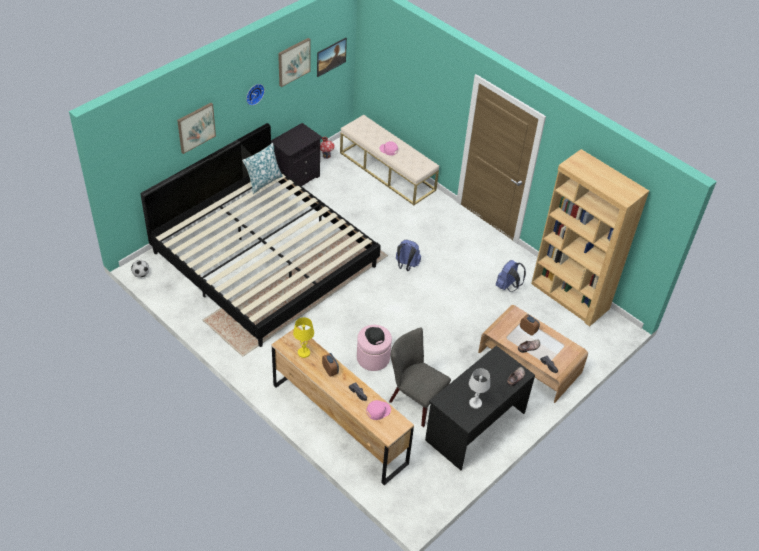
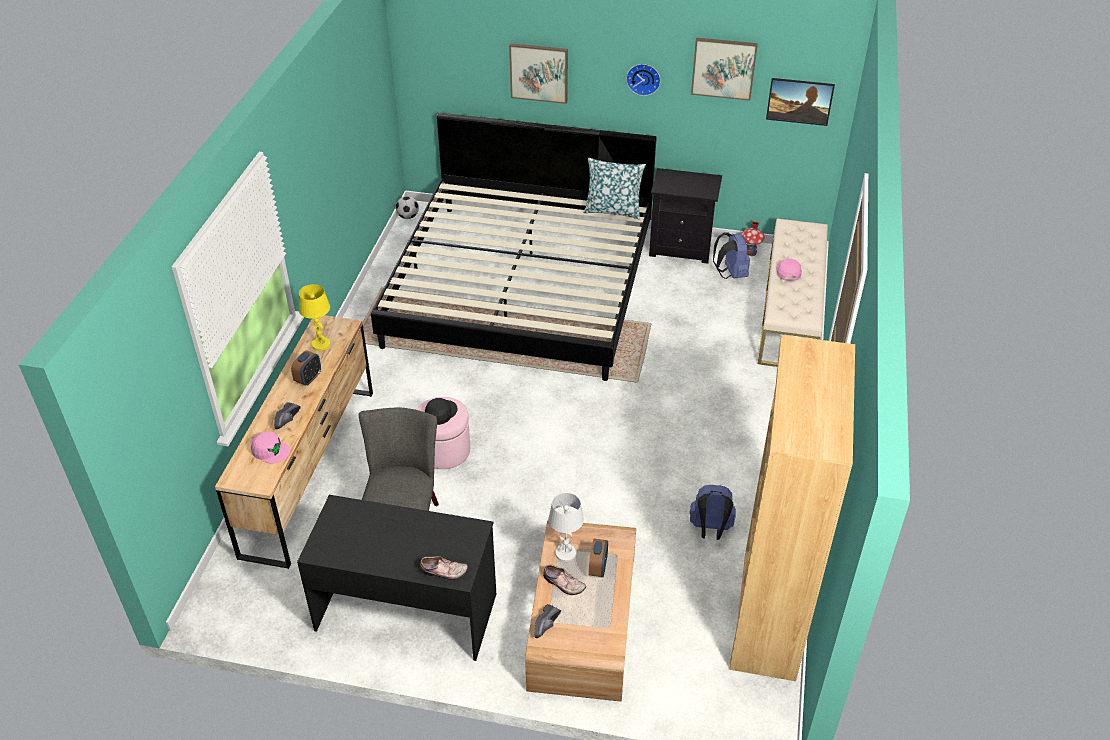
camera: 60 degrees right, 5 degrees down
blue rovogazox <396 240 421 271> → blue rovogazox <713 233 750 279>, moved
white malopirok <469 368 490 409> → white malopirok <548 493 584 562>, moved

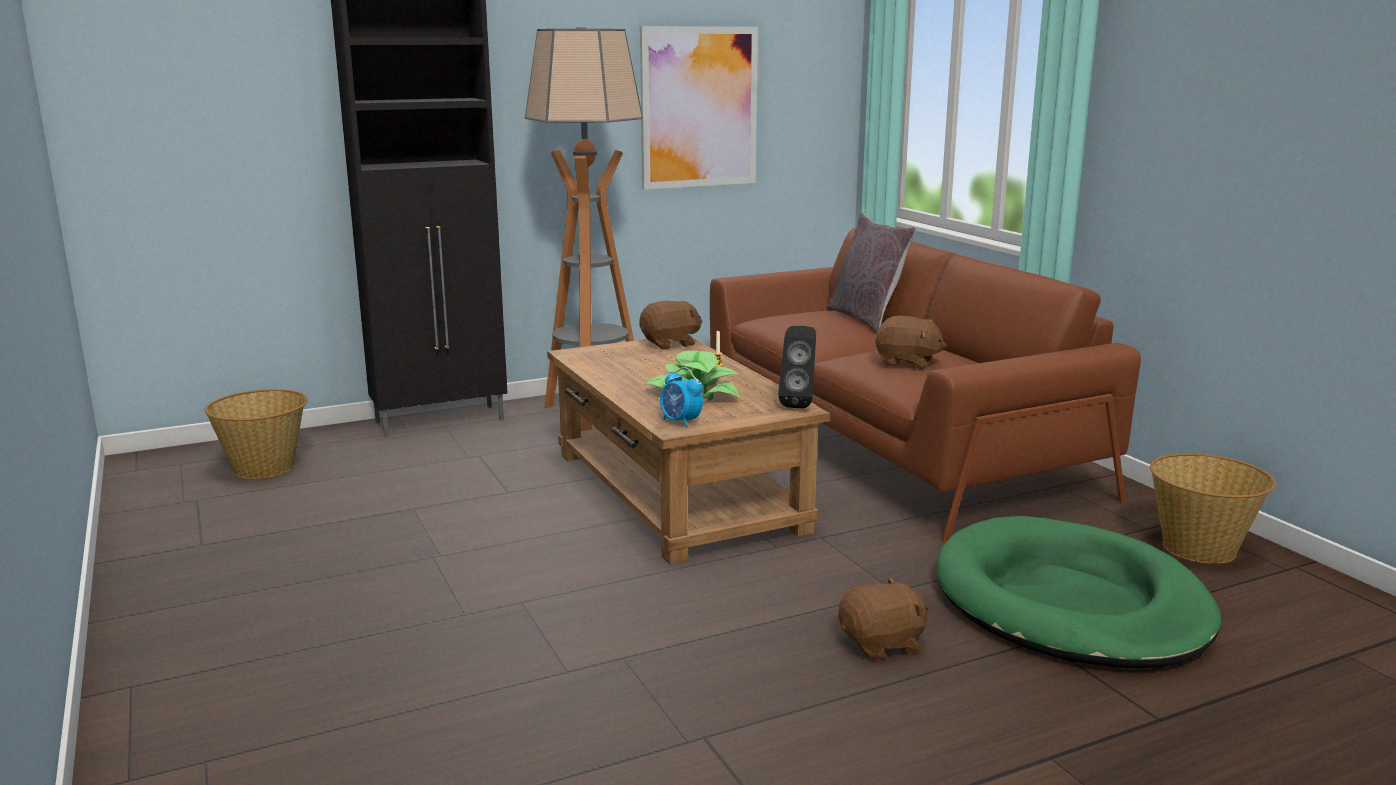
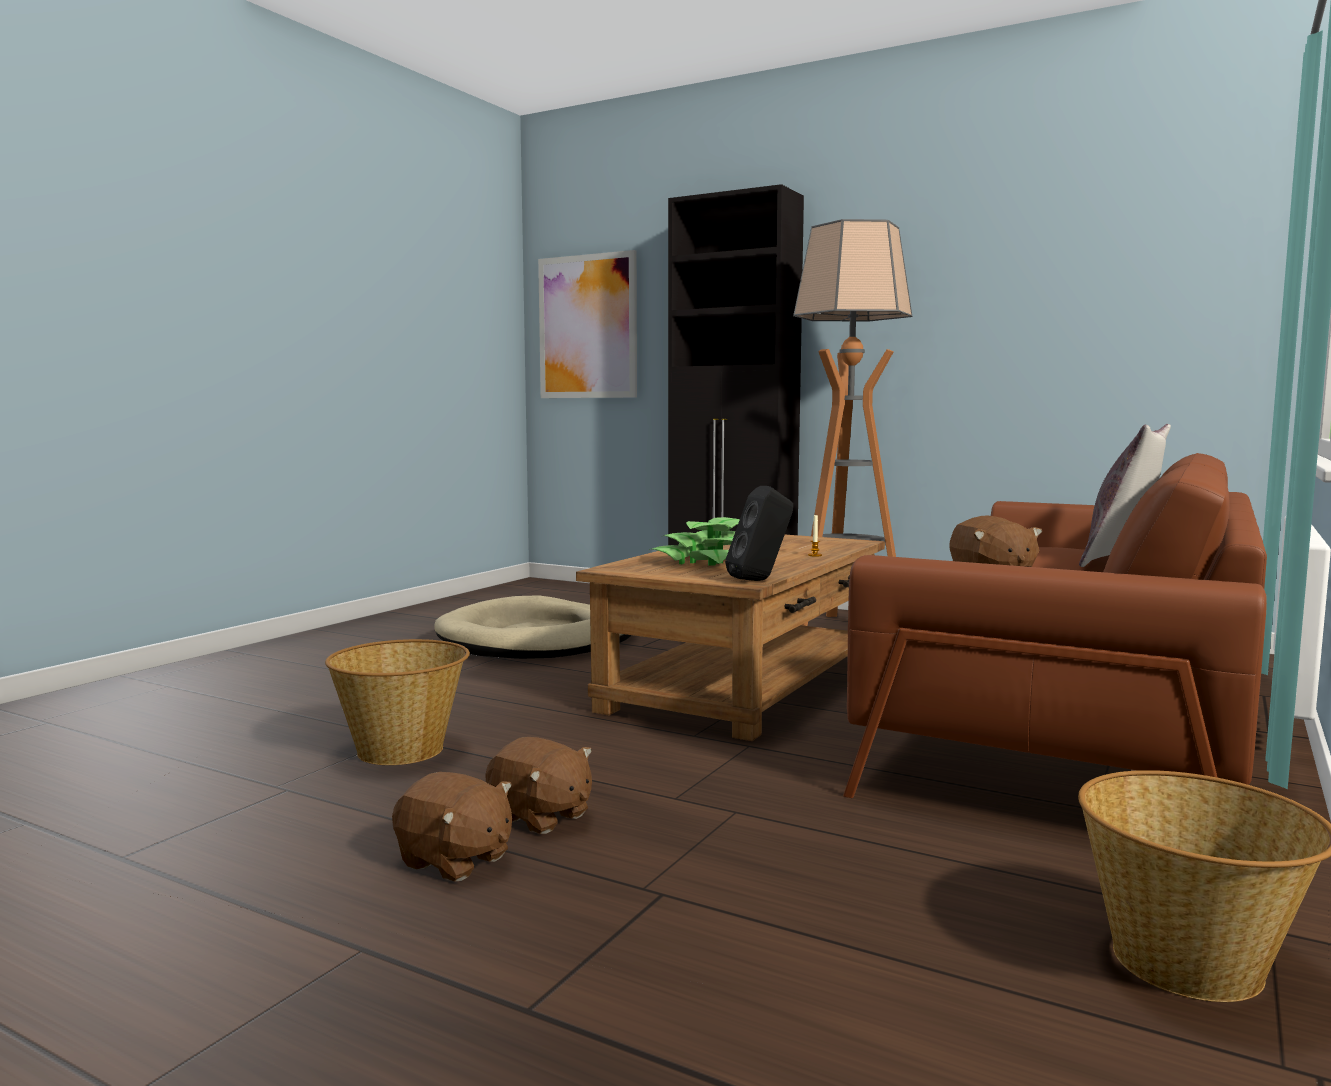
camera: 55 degrees right, 10 degrees down
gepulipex <205 389 308 479> → gepulipex <325 639 470 765>, moved
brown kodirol <639 301 702 349> → brown kodirol <392 772 512 881>, moved
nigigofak <640 26 758 190> → nigigofak <538 250 637 398>, moved
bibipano <660 367 703 428> → -
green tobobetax <936 516 1221 669> → -
- → beige tobobetax <434 595 632 659>

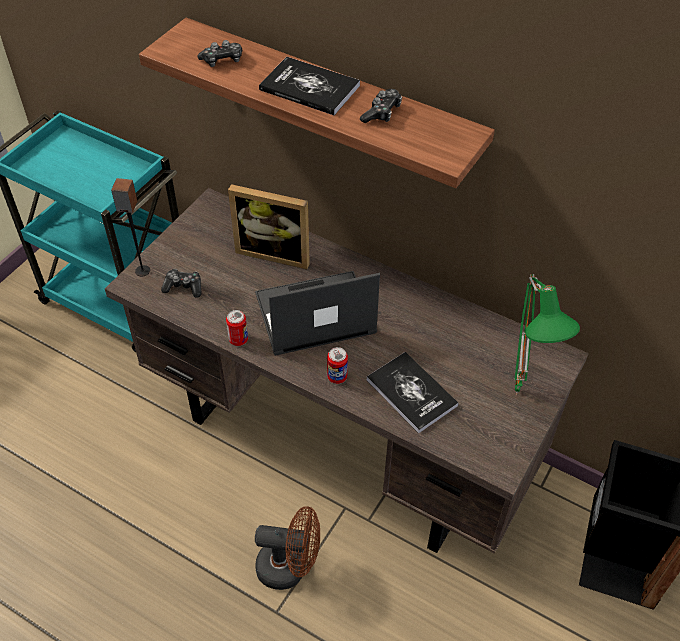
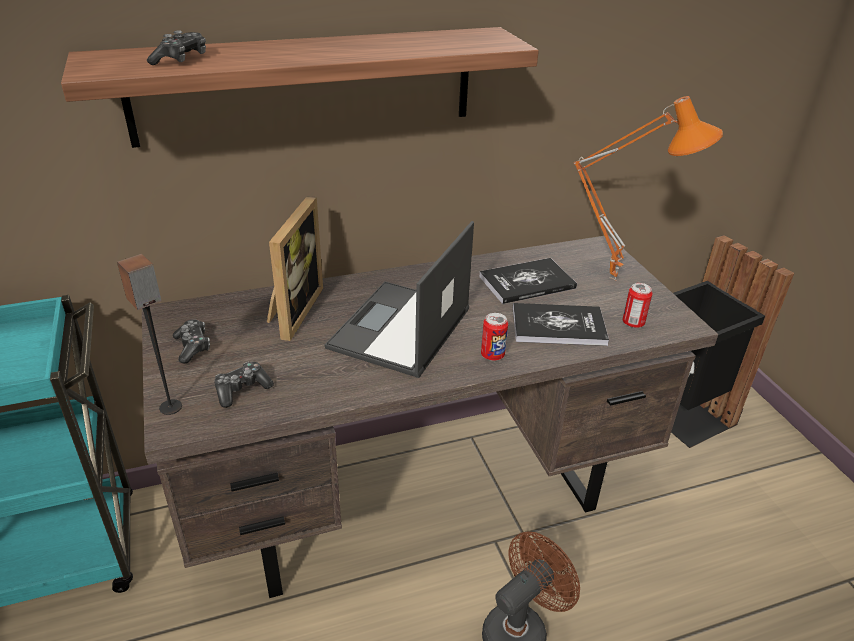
camera: 50 degrees left, 15 degrees down
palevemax <226 310 248 346> → palevemax <623 283 653 328>, moved
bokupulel <228 184 310 269> → bokupulel <267 196 323 341>, 45 degrees counterclockwise
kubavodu <259 57 360 115> → kubavodu <479 258 577 304>, moved
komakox <360 89 402 123> → komakox <173 319 210 364>, moved
green malopirok <514 274 580 395> → orange malopirok <574 96 723 281>

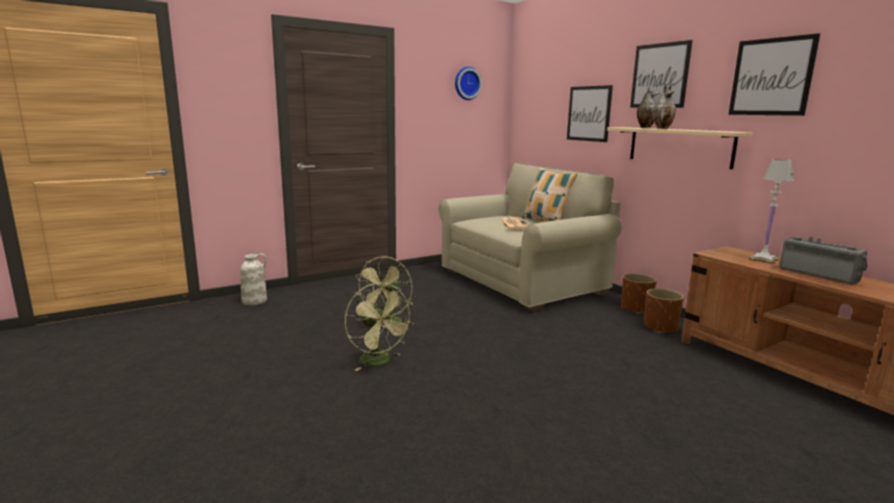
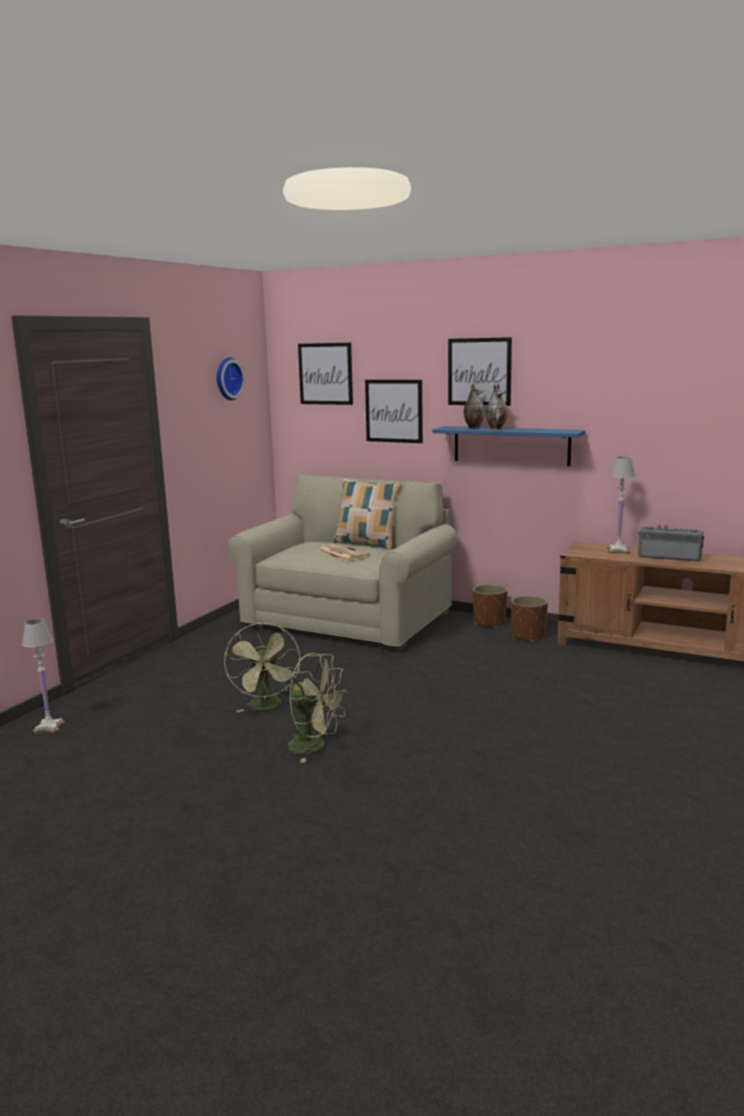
camera: 30 degrees left, 0 degrees up
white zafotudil <240 253 267 305> → white malopirok <22 618 65 734>
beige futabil <607 127 753 169> → blue futabil <432 426 586 466>
nigigofak <728 33 820 116> → nigigofak <298 343 353 405>, moved

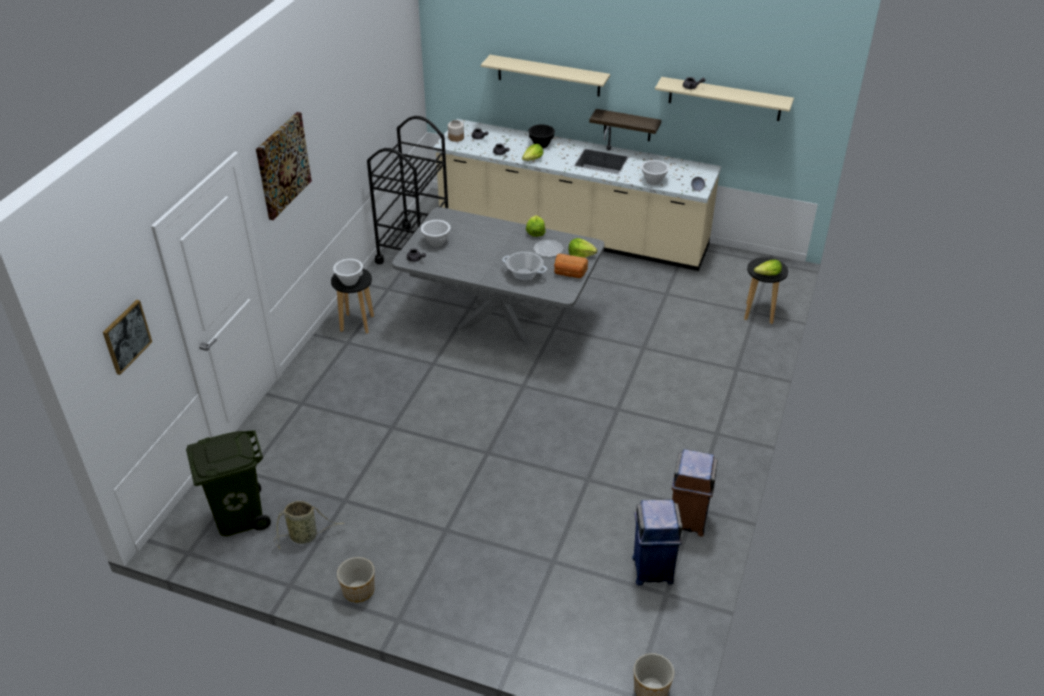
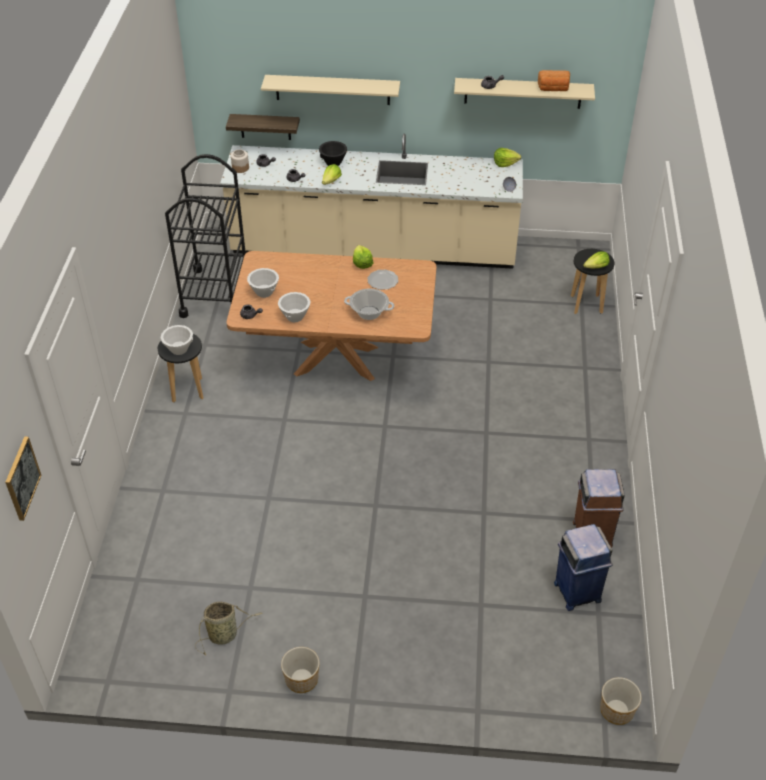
camera: 15 degrees left, 5 degrees up
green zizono <186 430 271 536> → -
nigigofak <256 112 312 220> → -
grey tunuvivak <392 207 605 345> → brown tunuvivak <227 251 436 381>
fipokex <554 254 588 278> → fipokex <538 70 570 91>, moved
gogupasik <568 238 597 258> → gogupasik <494 148 521 167>, moved
futabil <589 109 661 141> → futabil <226 114 300 140>, moved
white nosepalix <641 160 669 185> → white nosepalix <278 292 310 322>, moved

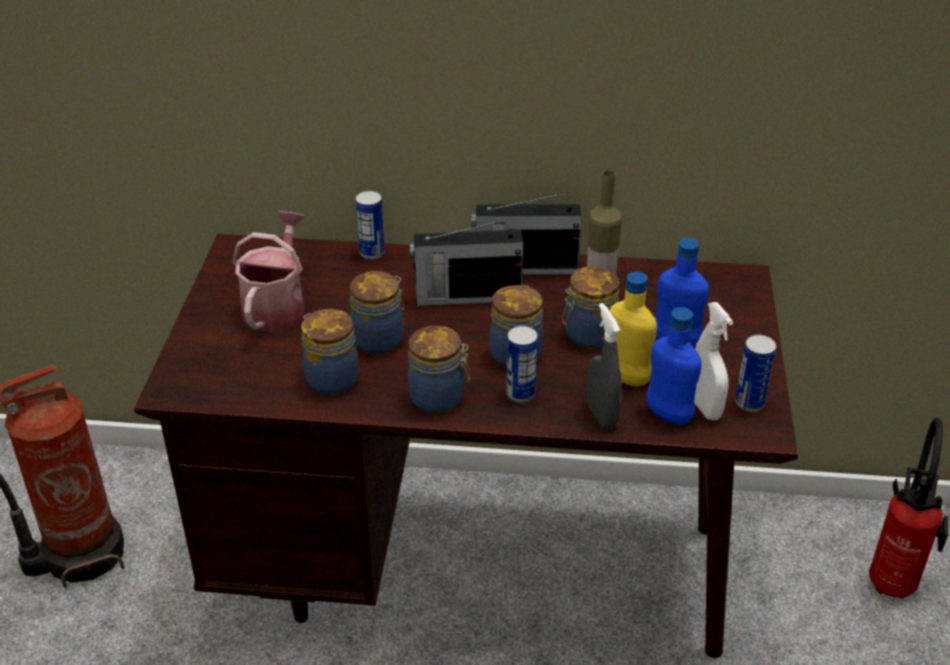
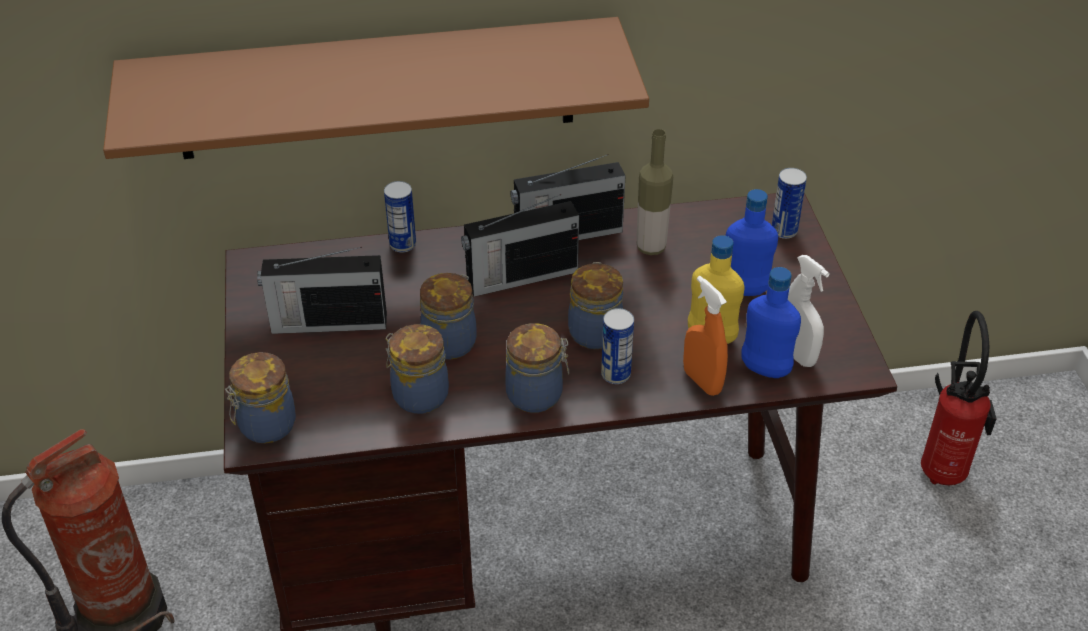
camera: 15 degrees left, 5 degrees up
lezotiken <232 211 305 332> → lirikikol <257 247 387 334>
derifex <562 266 620 349> → derifex <225 352 296 443>, moved
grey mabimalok <587 303 622 429> → orange mabimalok <683 276 728 396>
palevemax <735 335 776 412> → palevemax <772 168 807 239>, moved
- → brown futabil <103 17 649 159>

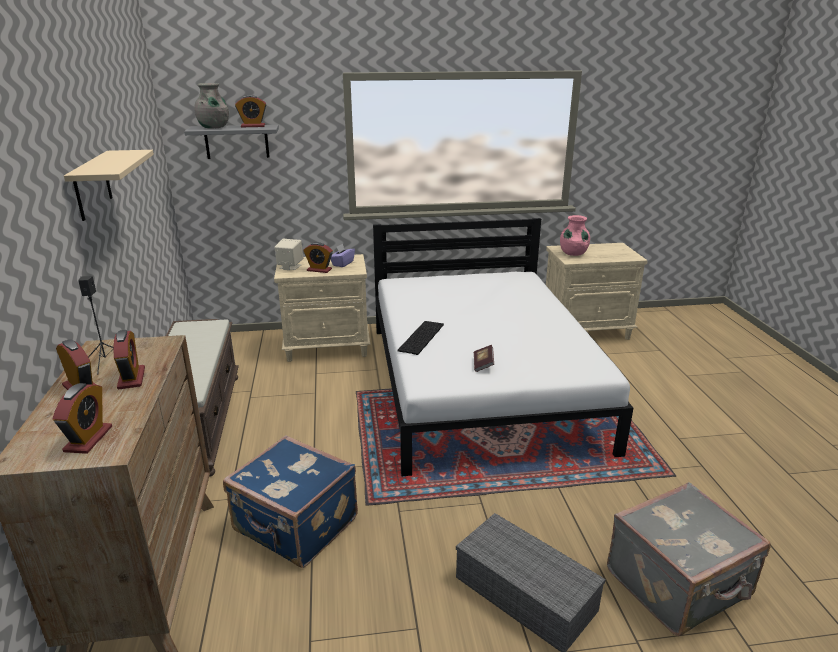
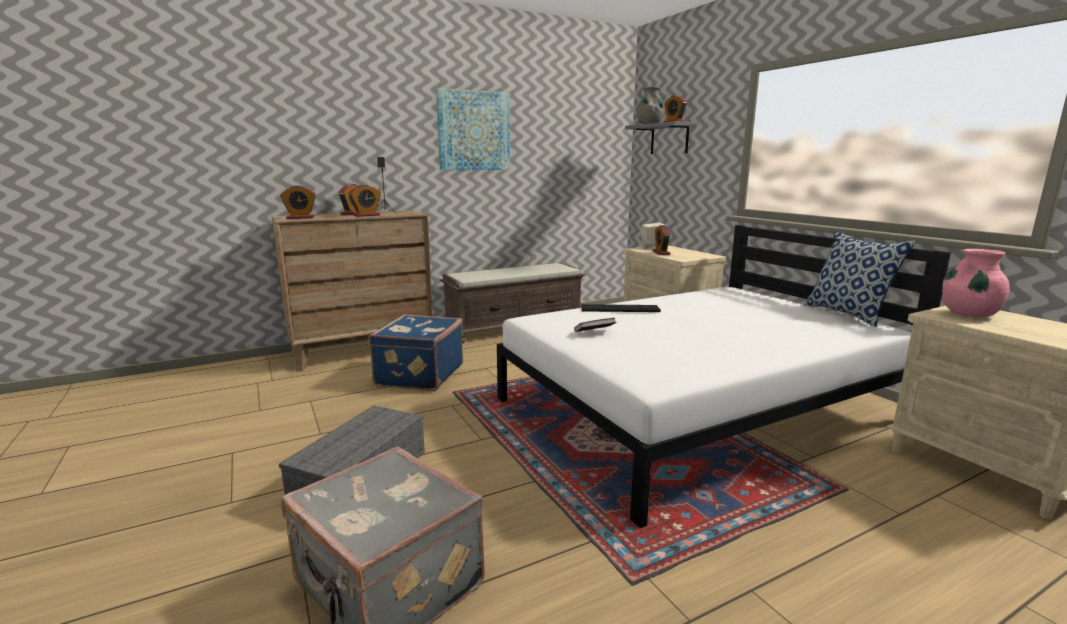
camera: 70 degrees right, 10 degrees down
beige futabil <64 150 154 221> → nigigofak <436 88 510 170>
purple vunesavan <331 244 355 267> → -
- → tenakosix <804 230 915 327>

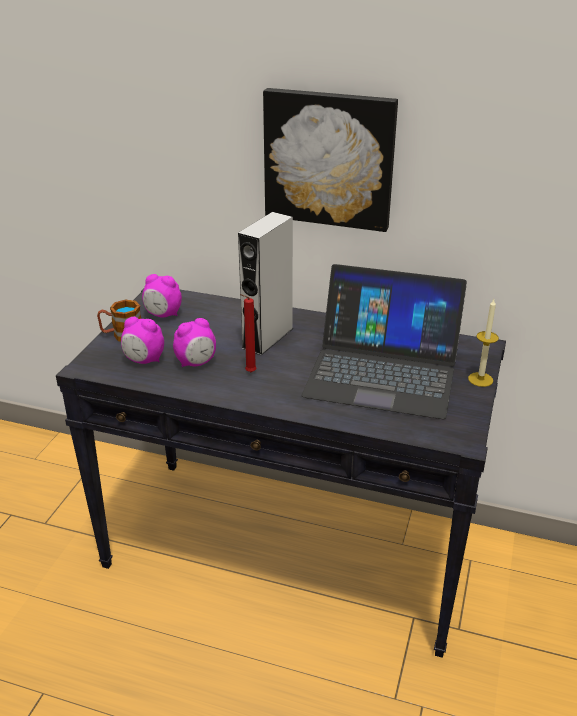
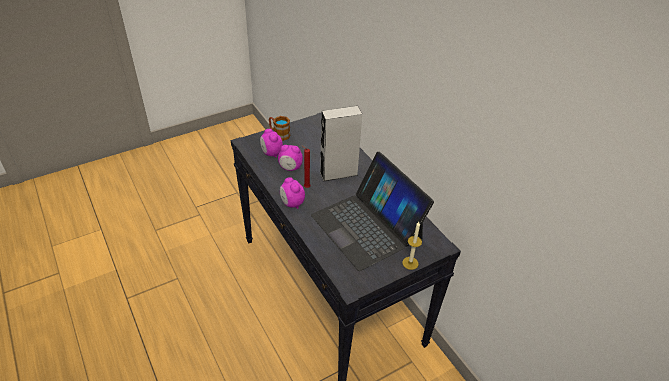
camera: 40 degrees right, 10 degrees up
bibipano <142 274 182 317> → bibipano <280 177 305 209>, moved
nigigofak <263 88 398 232> → -

